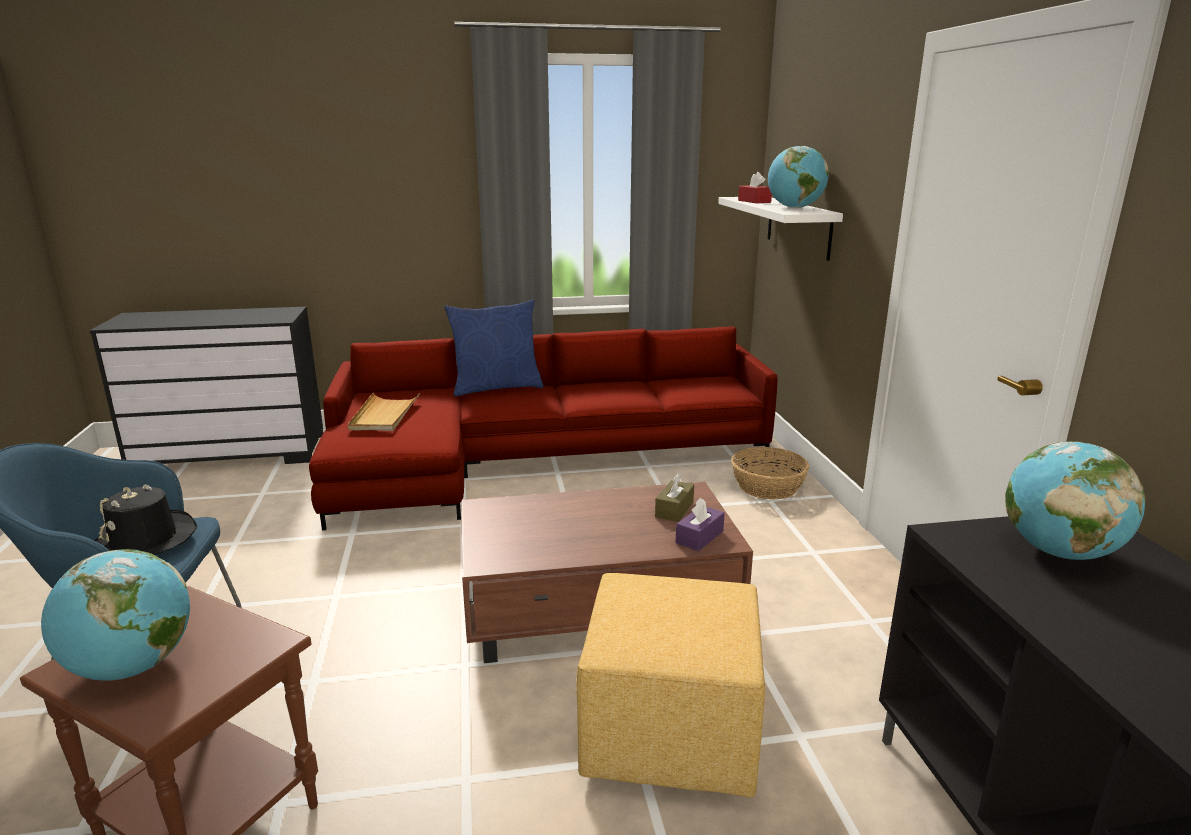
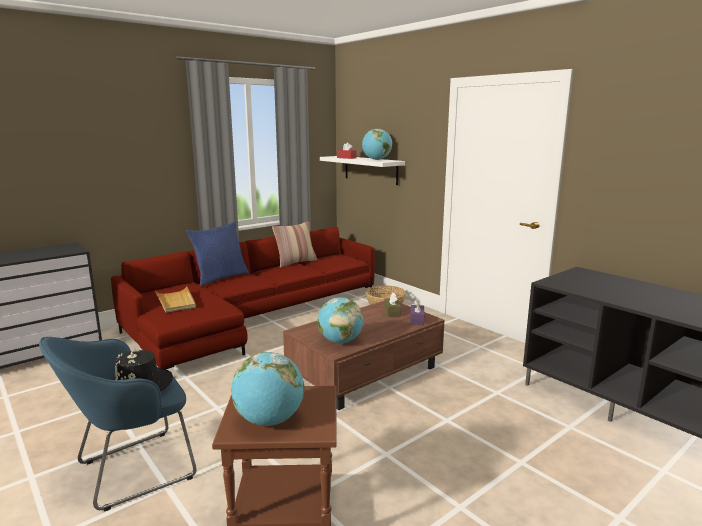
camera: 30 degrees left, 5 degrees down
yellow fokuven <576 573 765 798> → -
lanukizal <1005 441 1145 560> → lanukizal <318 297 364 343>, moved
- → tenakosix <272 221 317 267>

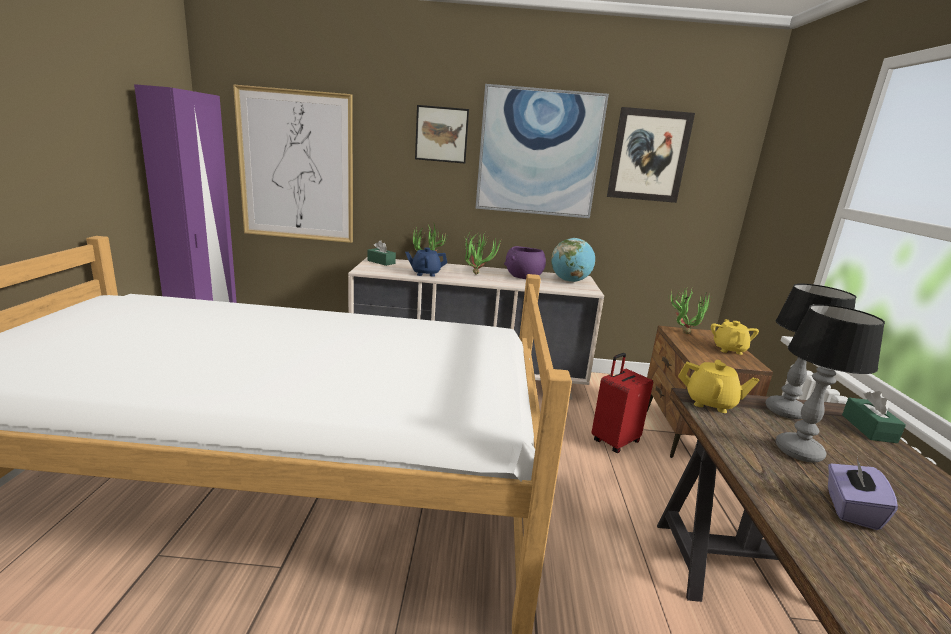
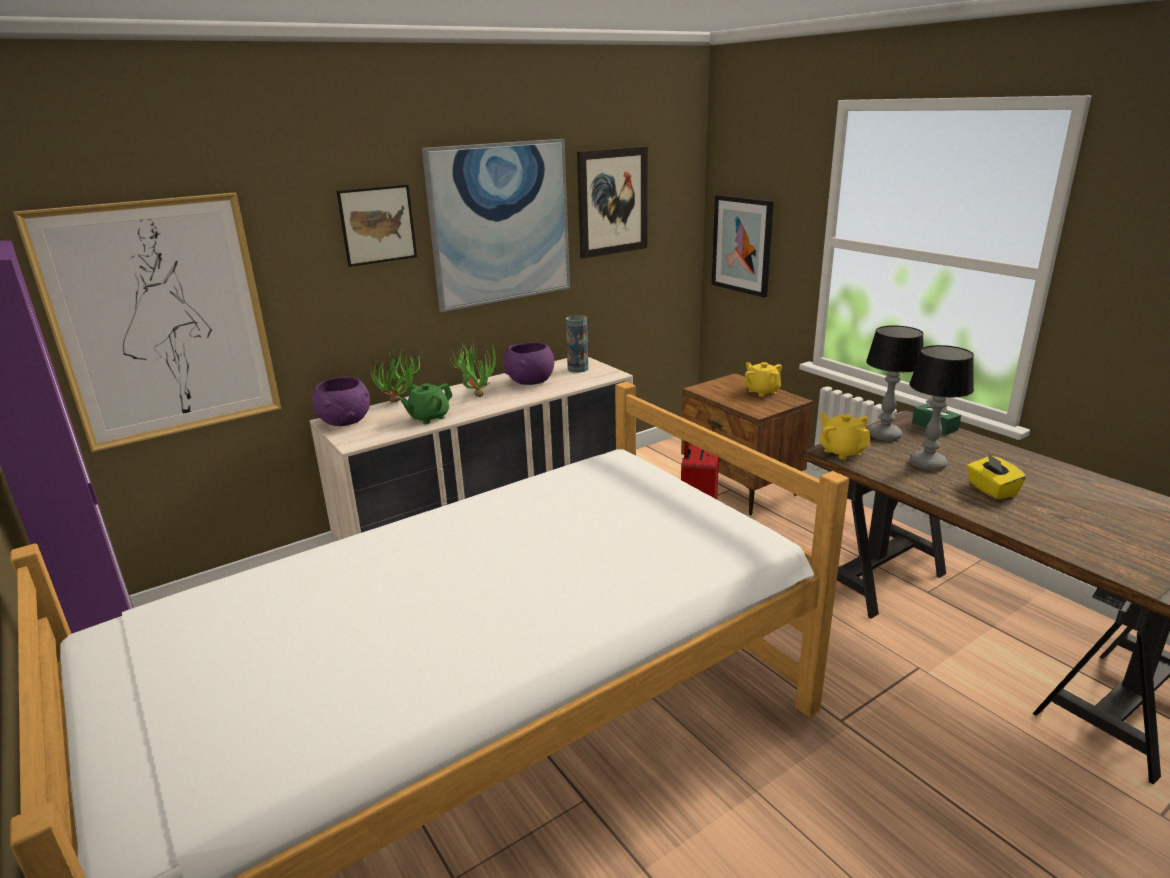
camera: 35 degrees left, 5 degrees up
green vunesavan <367 240 396 266> → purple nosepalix <312 377 370 426>
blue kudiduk <405 247 447 277> → green kudiduk <400 383 453 424>
lanukizal <551 238 595 282> → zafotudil <566 315 588 373>
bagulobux <670 289 712 334> → -
yellow kudiduk <678 360 759 413> → yellow kudiduk <820 413 871 460>, 105 degrees counterclockwise
purple vunesavan <828 458 898 530> → yellow vunesavan <966 453 1026 500>
- → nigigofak <712 195 774 297>

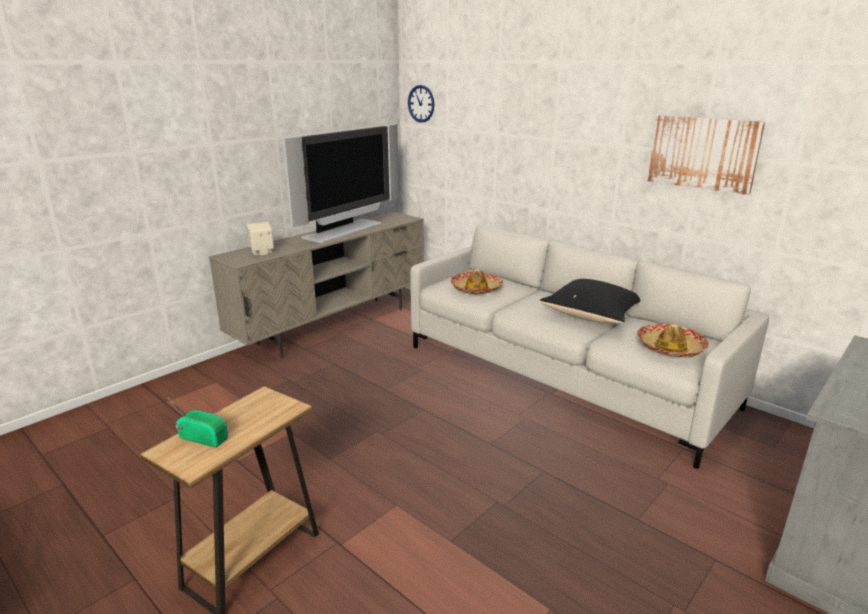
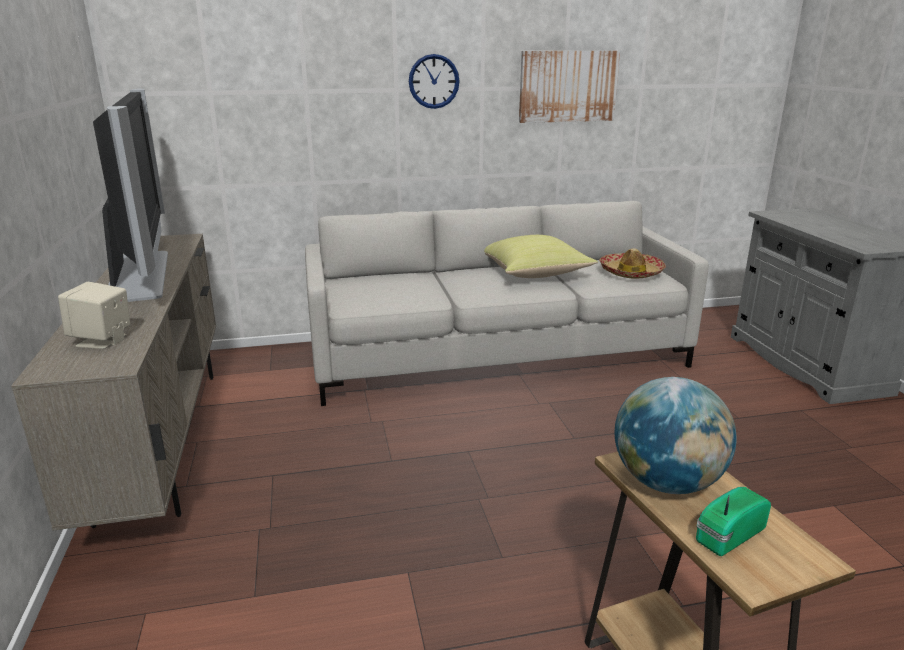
camera: 55 degrees left, 0 degrees up
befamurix <408 85 434 123> → befamurix <409 54 460 109>, moved
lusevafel <451 269 503 294> → -
black tenakosix <539 279 640 324> → yellow tenakosix <484 235 598 278>
- → lanukizal <614 377 737 494>

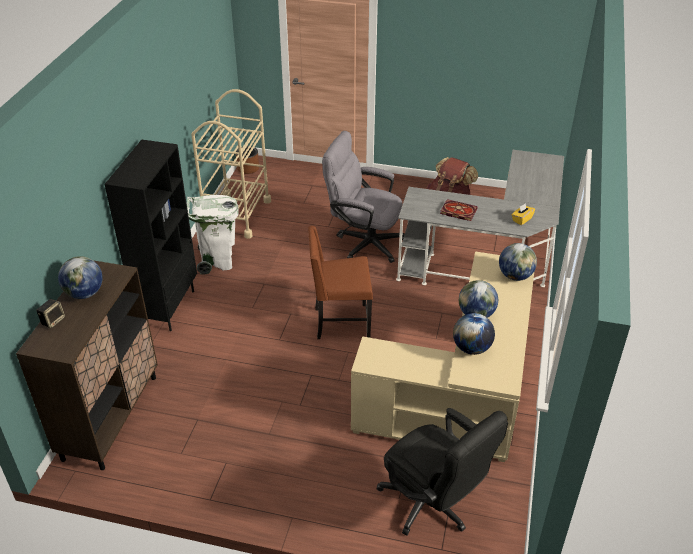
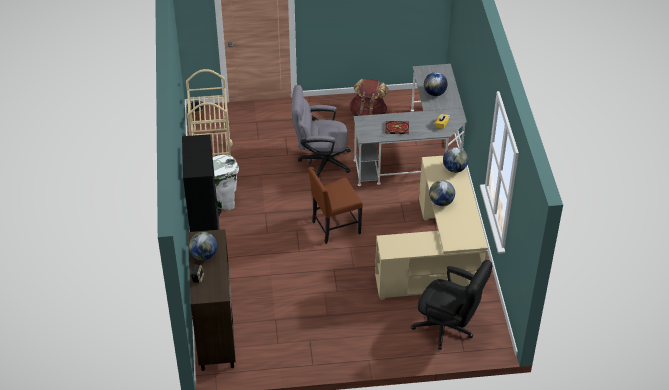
camera: 20 degrees left, 5 degrees up
lanukizal <453 313 495 355> → lanukizal <424 72 448 96>, moved

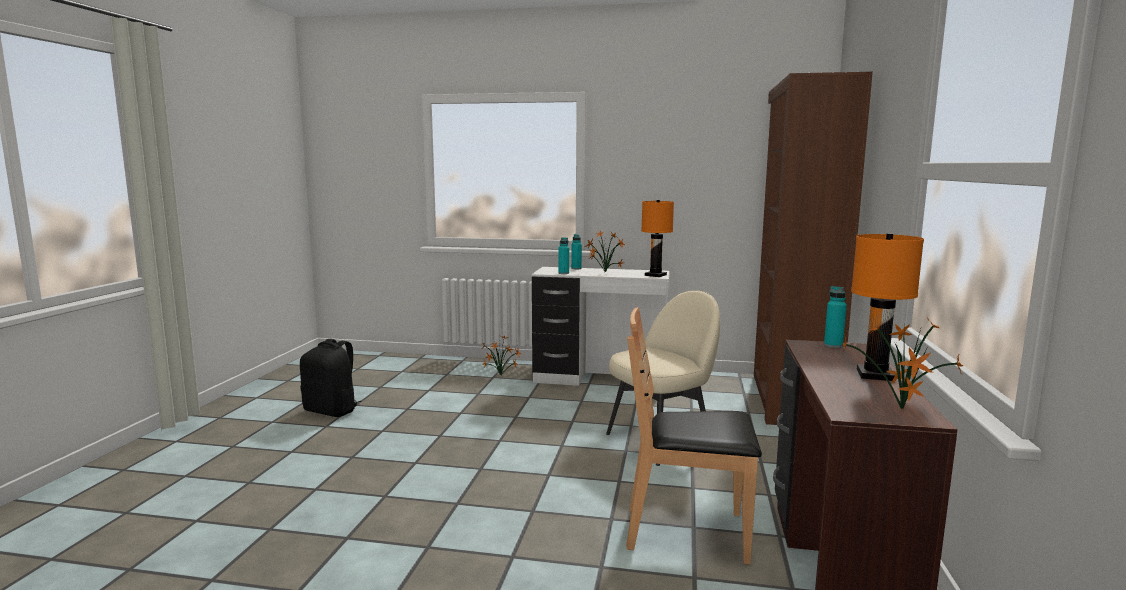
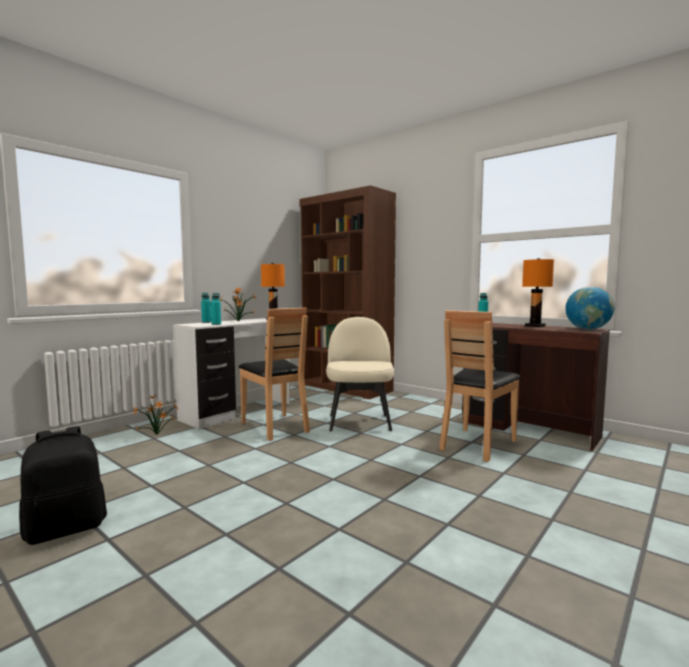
camera: 60 degrees left, 5 degrees down
bagulobux <842 317 963 409> → lanukizal <565 287 614 330>
- → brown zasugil <238 308 310 441>

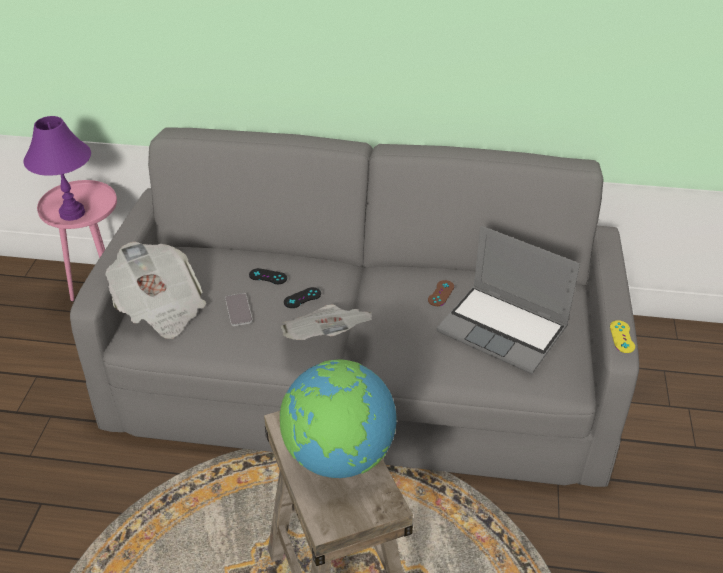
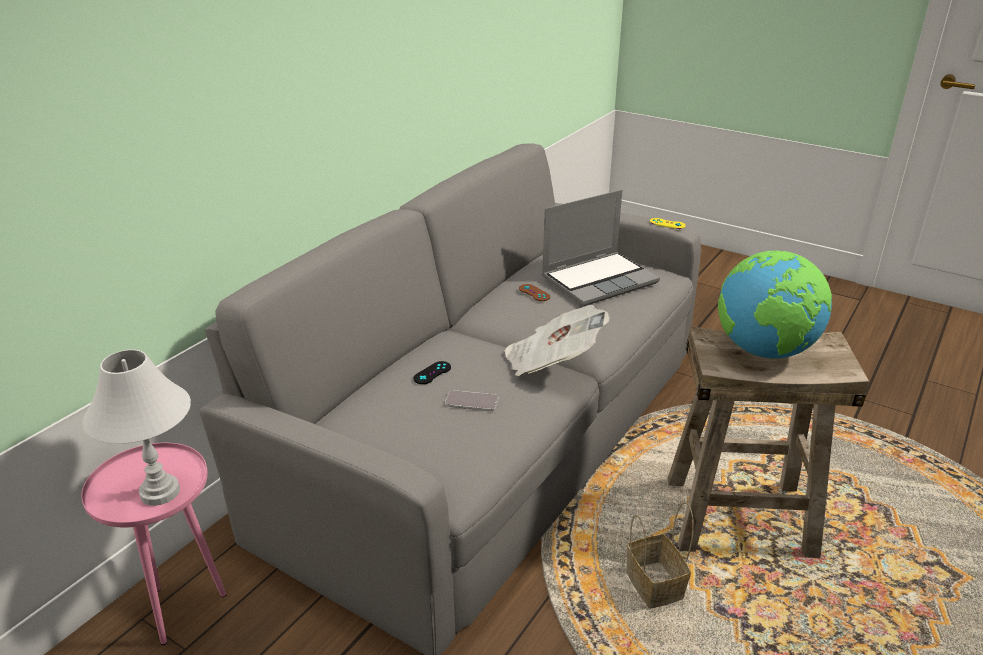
camera: 65 degrees left, 10 degrees down
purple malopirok <23 116 91 221> → white malopirok <82 350 191 506>
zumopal <106 241 206 339> → -
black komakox <284 287 321 308> → -
- → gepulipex <626 502 694 608>

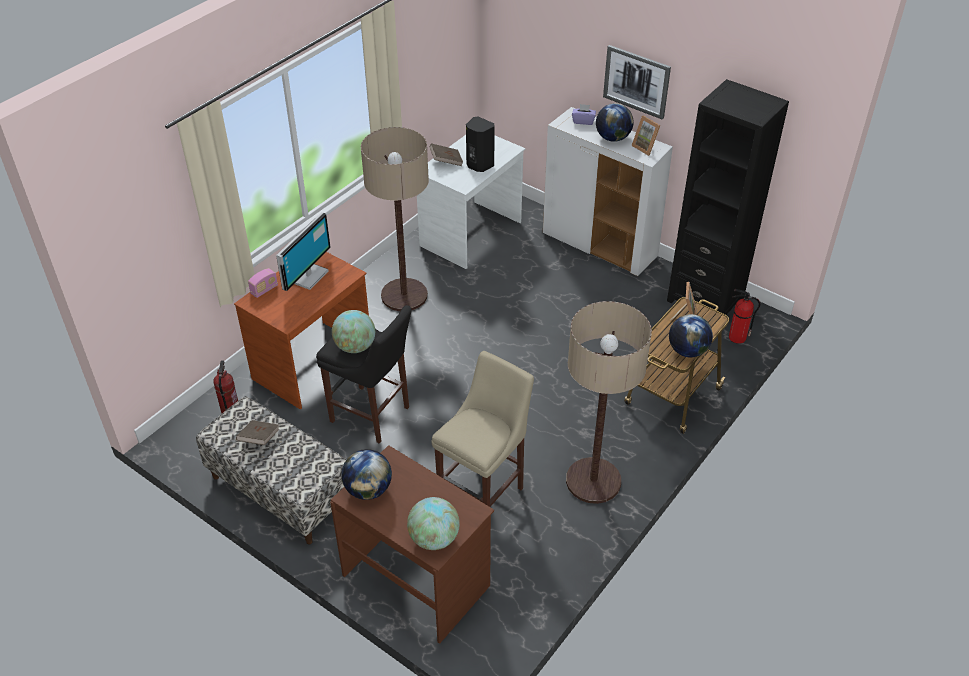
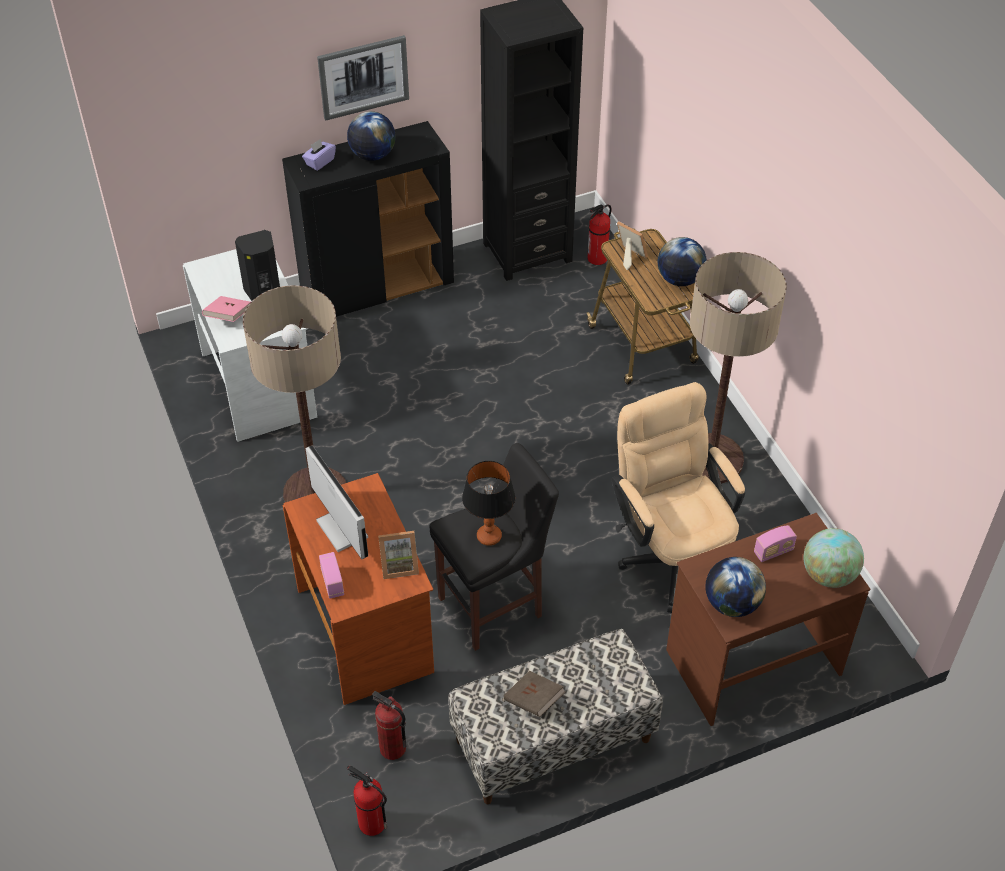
camera: 60 degrees left, 5 degrees up
lanukizal <332 310 375 353> → malopirok <462 461 515 546>
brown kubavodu <430 143 463 166> → pink kubavodu <202 296 250 322>
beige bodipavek <431 351 534 507> → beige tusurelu <612 382 745 613>
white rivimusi <543 107 673 276> → black rivimusi <282 121 454 317>
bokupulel <631 116 661 156> → bokupulel <378 531 419 579>, moved
- → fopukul <347 765 387 836>
- → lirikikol <754 525 797 562>

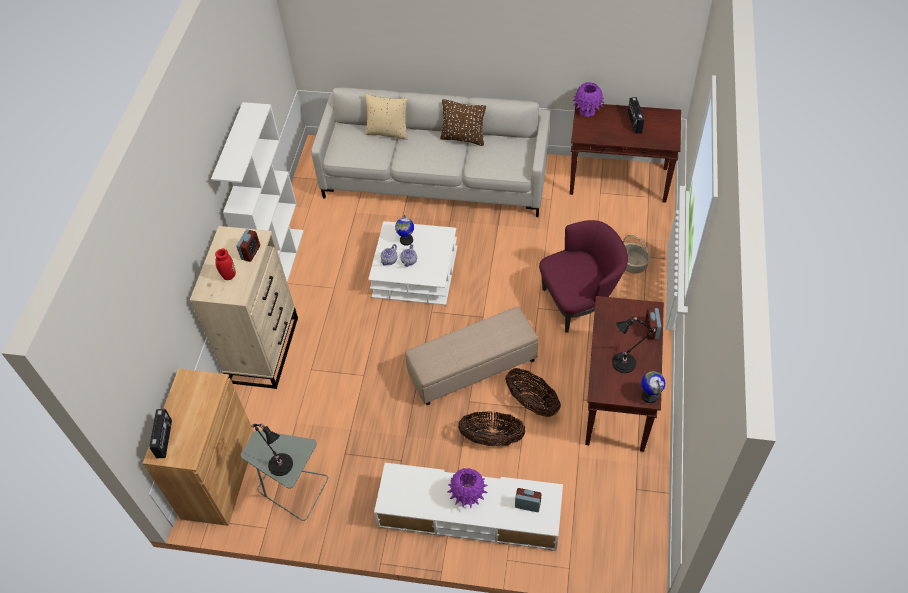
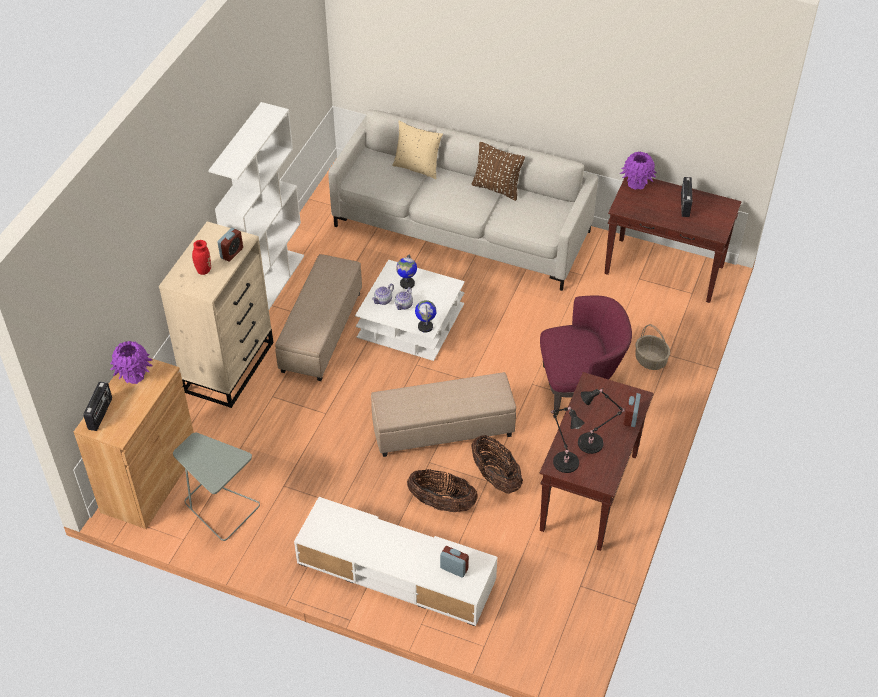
camera: 10 degrees right, 5 degrees down
black malopirok <251 424 293 476> → black malopirok <550 407 585 473>, moved
purple zafotudil <447 468 488 508> → purple zafotudil <110 341 153 384>, moved
lanukizal <641 371 665 403> → lanukizal <415 300 437 333>, moved
- → beige fokuven <275 254 362 381>

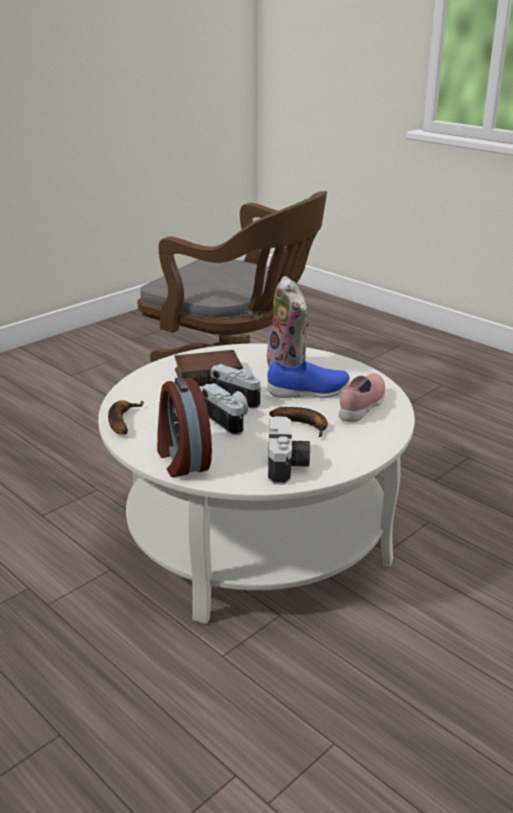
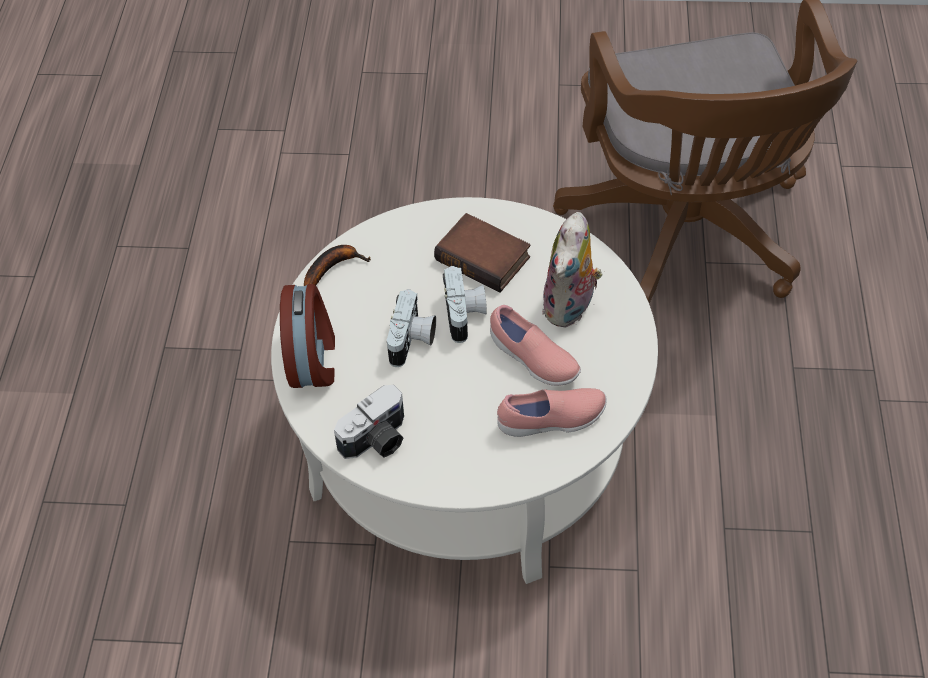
camera: 50 degrees right, 25 degrees up
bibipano <157 377 212 477> → bibipano <280 284 335 388>, 150 degrees clockwise
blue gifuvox <267 361 350 398> → pink gifuvox <490 305 581 386>
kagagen <269 407 328 437> → -

